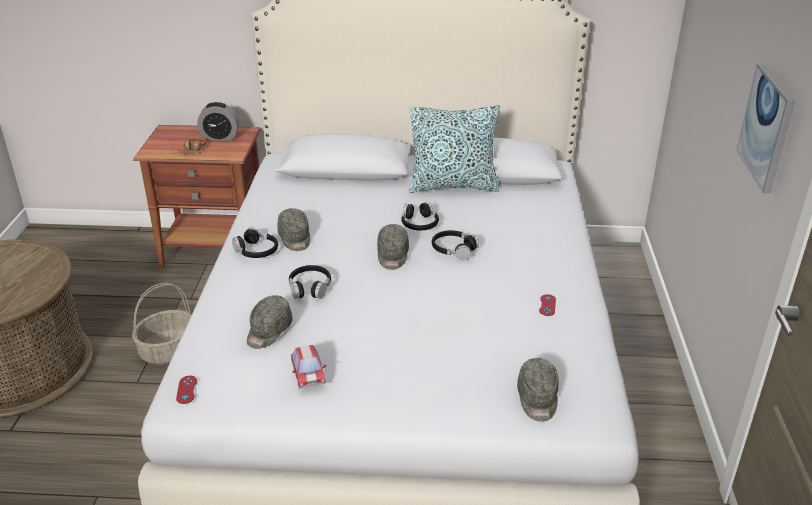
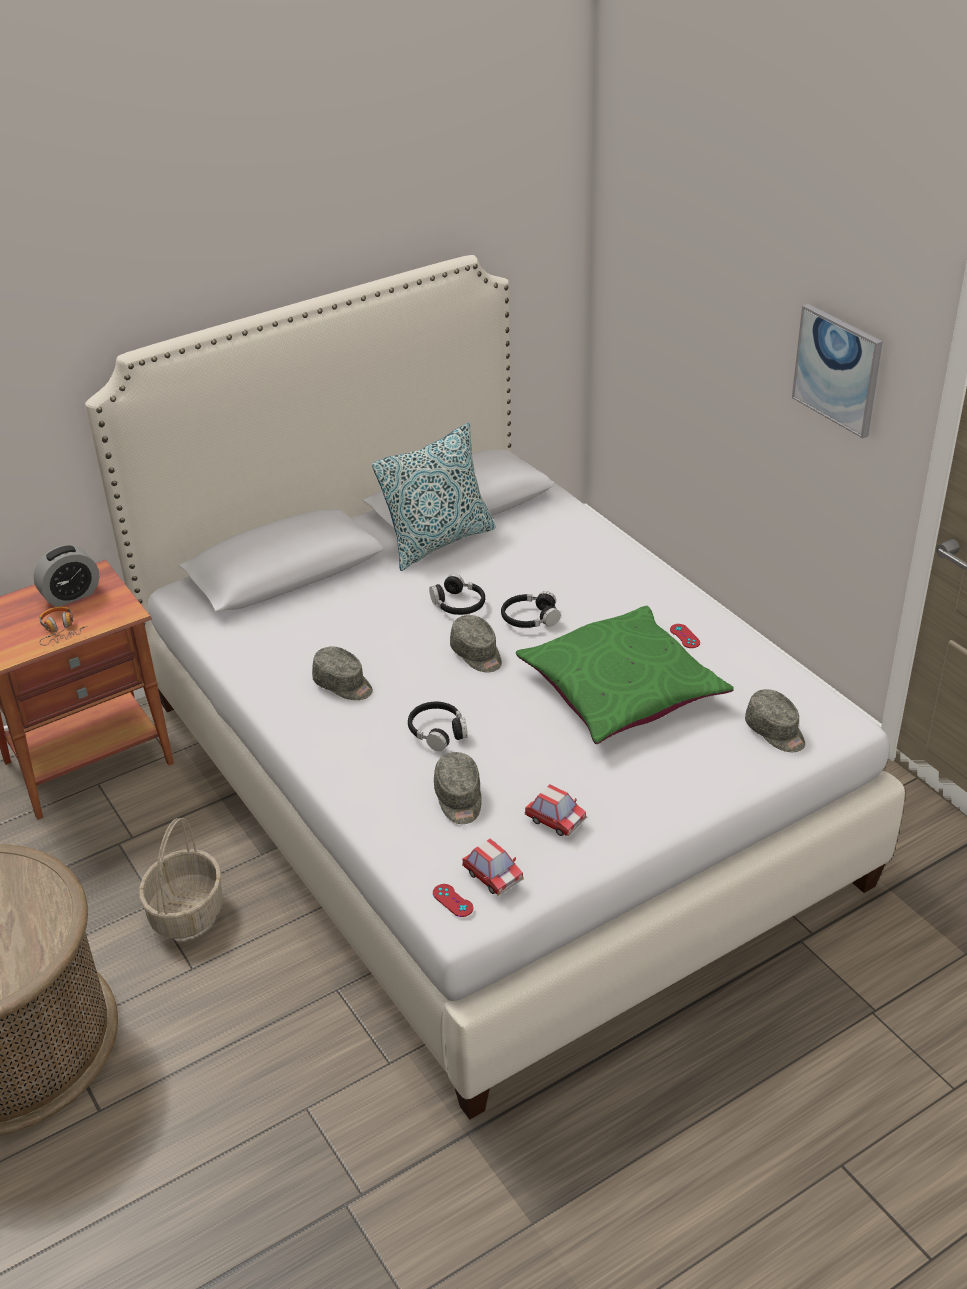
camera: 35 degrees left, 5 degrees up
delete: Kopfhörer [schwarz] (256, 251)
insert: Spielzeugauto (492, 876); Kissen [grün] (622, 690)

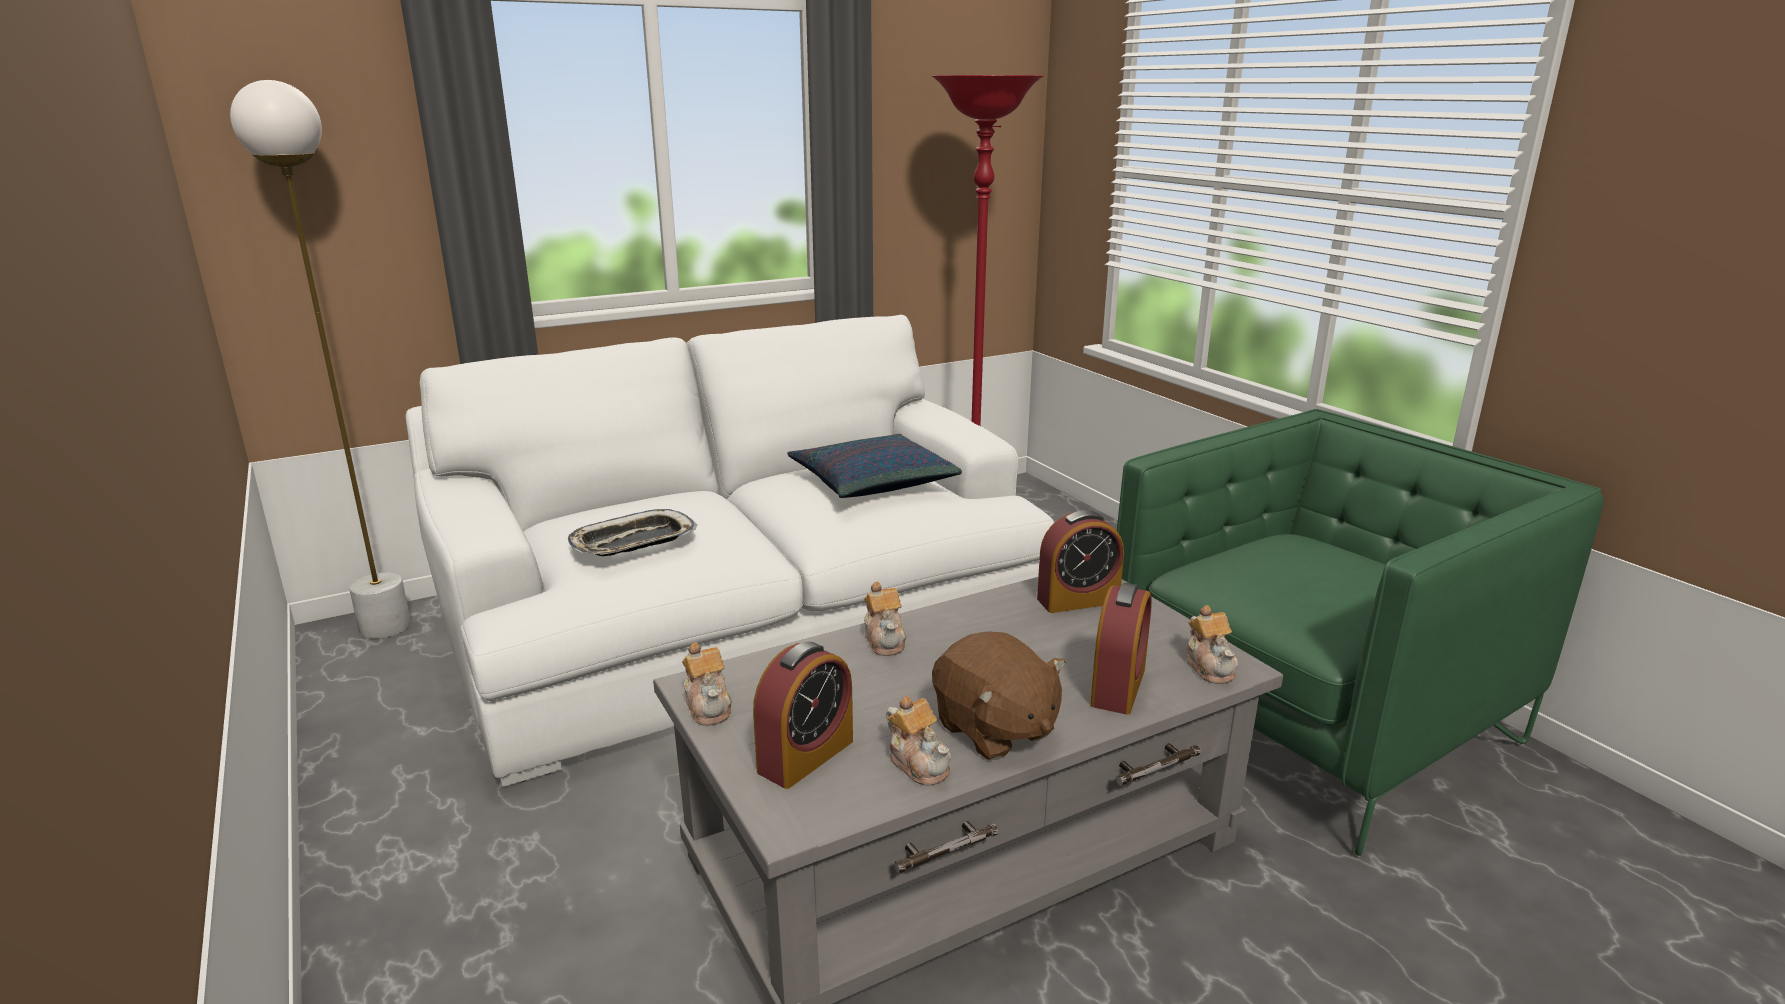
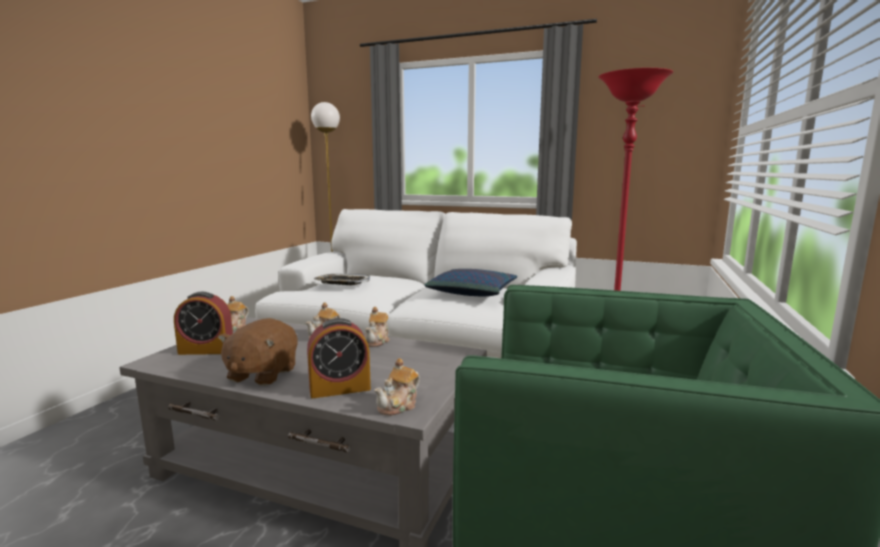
camera: 50 degrees right, 10 degrees down
delete: Wecker (1078, 600)
move: Teekanne (919, 763) to (377, 341)

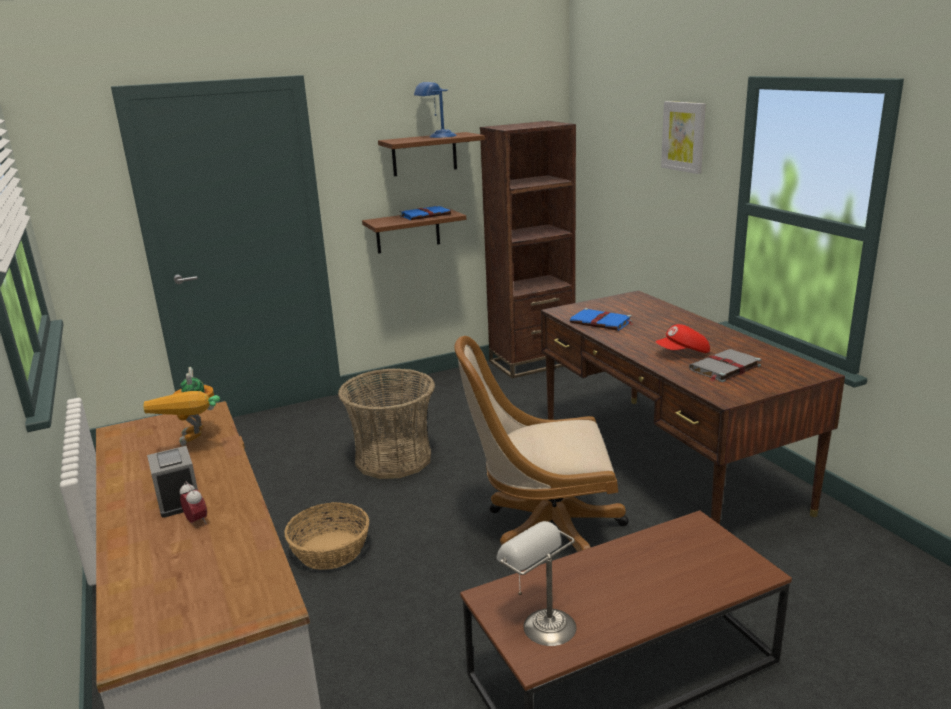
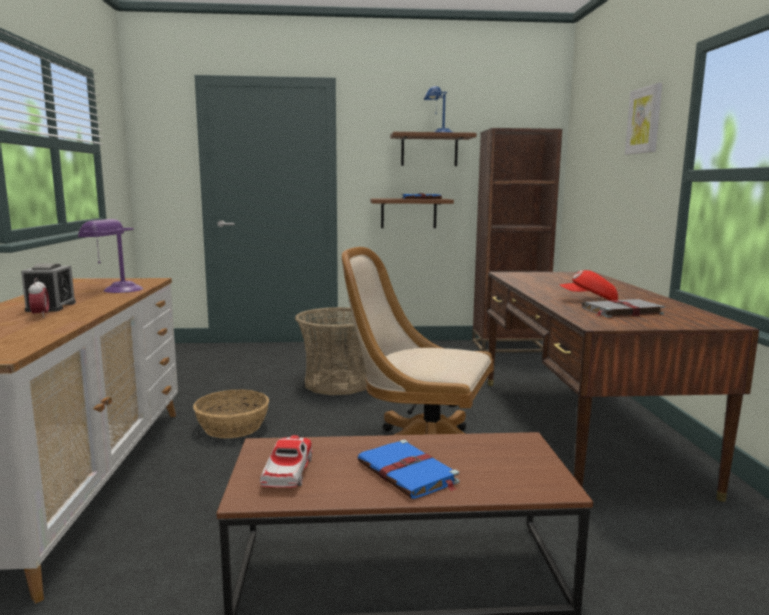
camera: 20 degrees right, 10 degrees down
move: Buch [blau] (601, 322) to (408, 473)
replace: Spielzeugroboter (197, 443) to Tischlampe [lila] (115, 289); Tischlampe [weiß] (540, 621) to Spielzeugauto (287, 472)

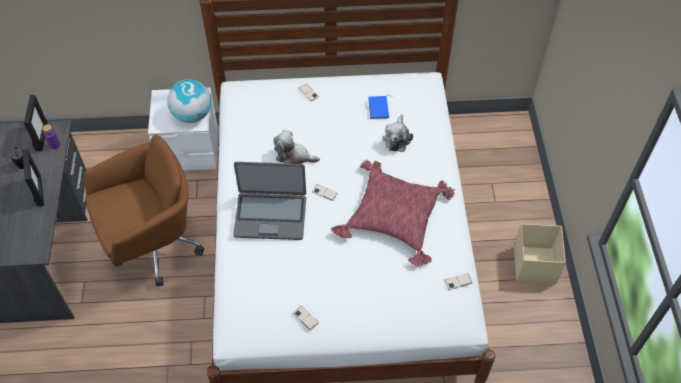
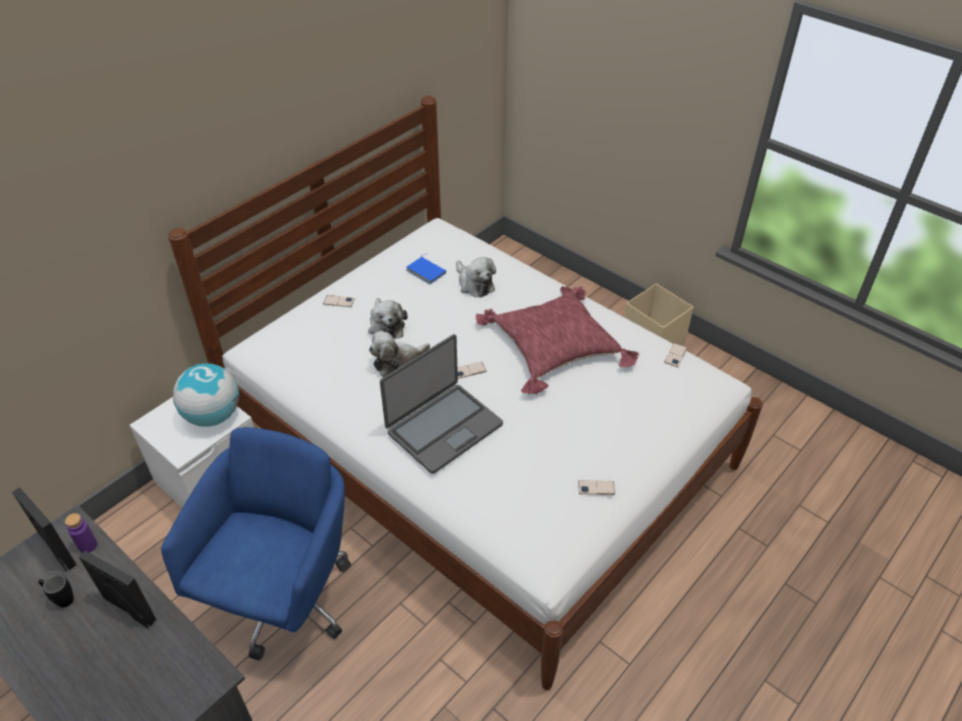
camera: 45 degrees left, 10 degrees down
insert: Plüschtier (386, 326)
recolor: Bürostuhl [braun] (154, 249) to Bürostuhl [blau] (285, 605)

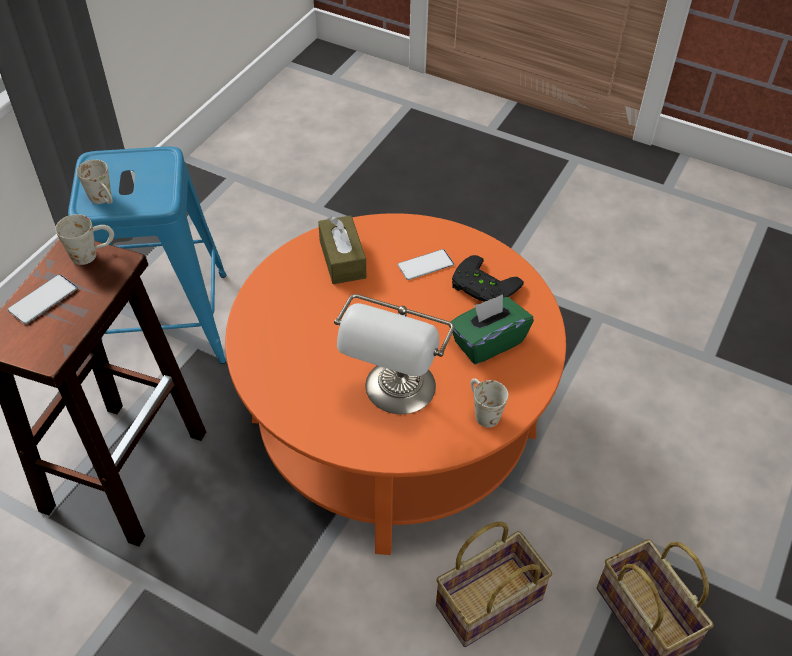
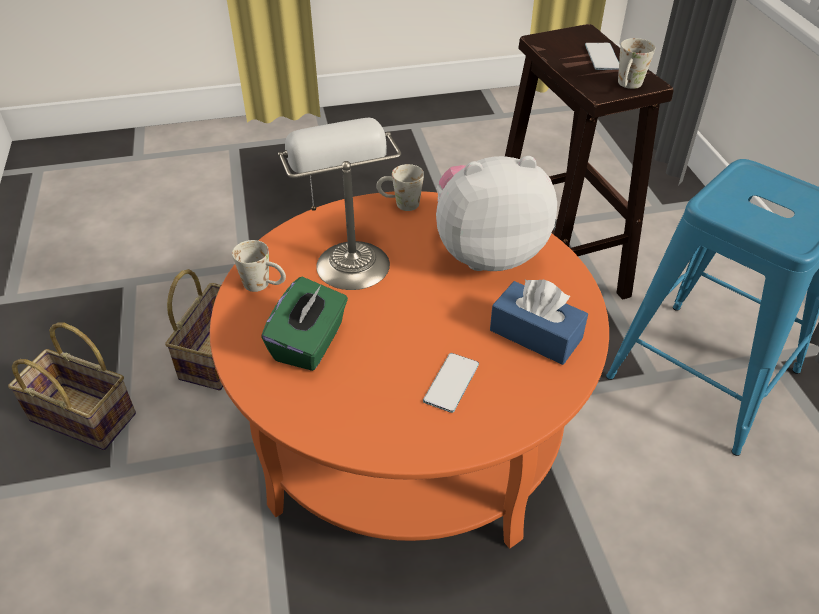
camera: 140 degrees right, 5 degrees down
delete: Gamepad [schwarz] (482, 288)
insert: Plüschtier (487, 252)
move: Henkelbecher [weiß] (104, 200) to (400, 204)
recolor: Taschentuchbox [braun] (342, 259) to Taschentuchbox [blau] (535, 334)

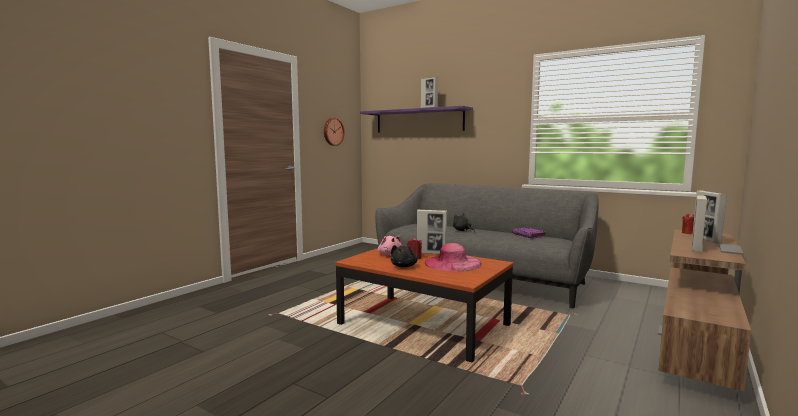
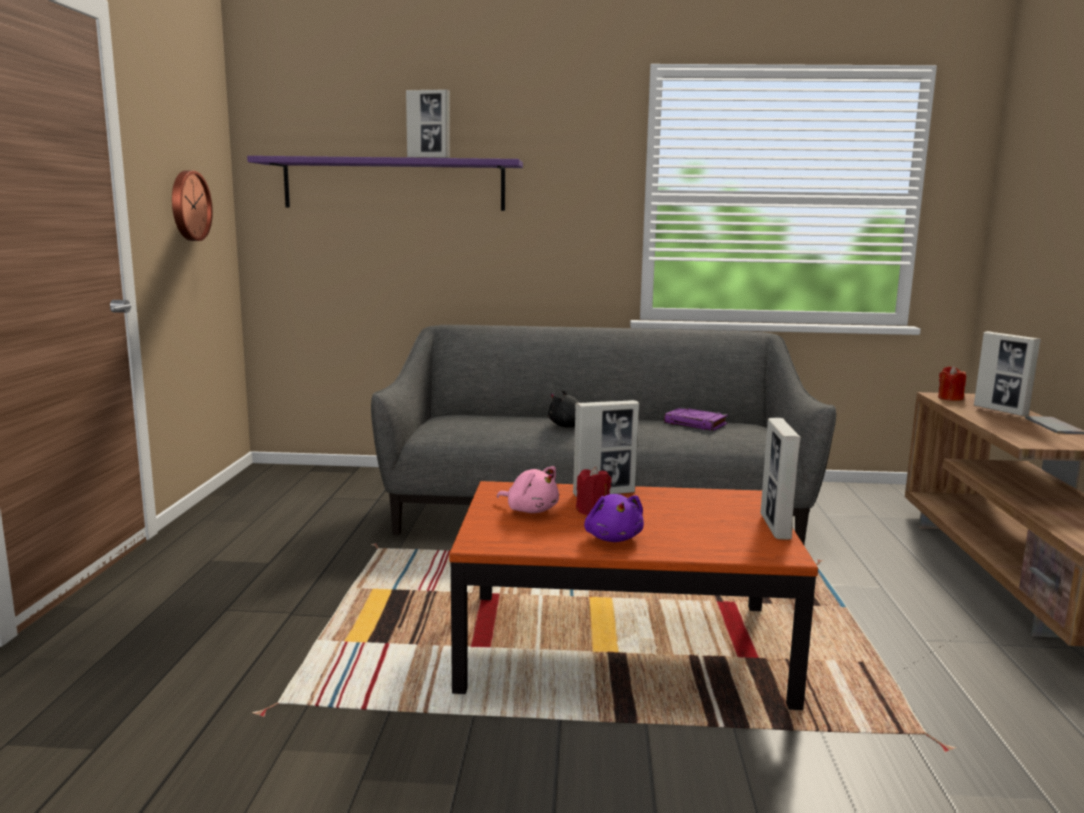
camera: 30 degrees left, 5 degrees up
delete: Hut [rosa] (452, 263)
move: Bilderrahmen (697, 248) to (775, 526)
recolor: Plüschtier [schwarz] (404, 266) to Plüschtier [lila] (613, 538)

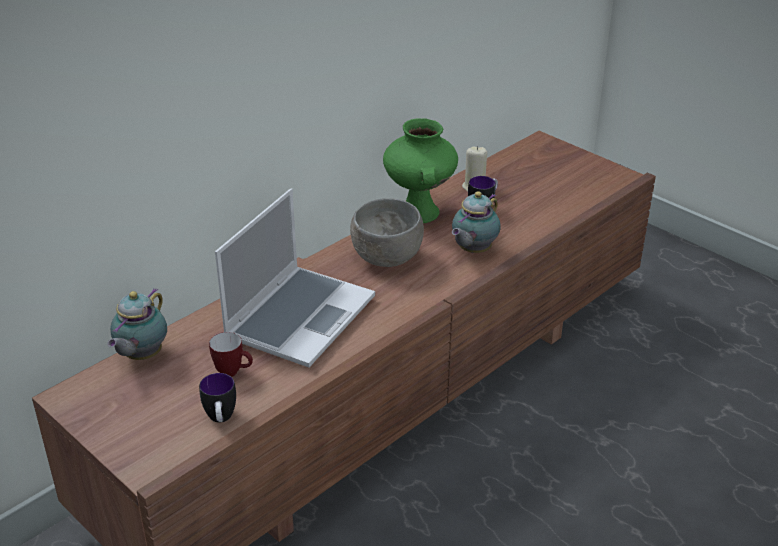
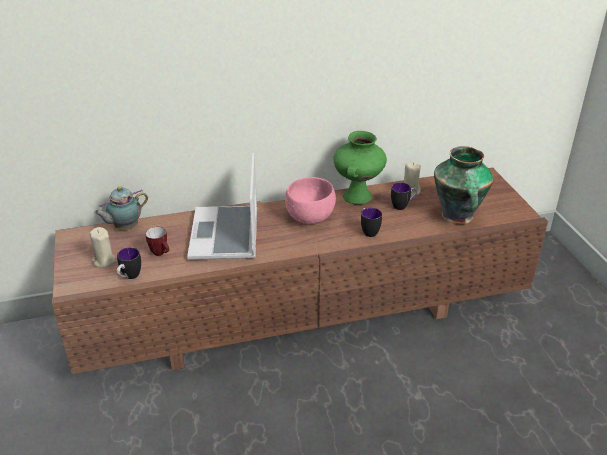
camera: 30 degrees right, 0 degrees up
insert: Kerze [beige] (104, 261); Vase (457, 217)
replace: Teekanne (473, 251) to Henkelbecher (368, 231)
recolor: Schüssel [grau] (386, 258) to Schüssel [rosa] (309, 218)
rotate: Laptop (300, 317) = (226, 235) 120 degrees clockwise

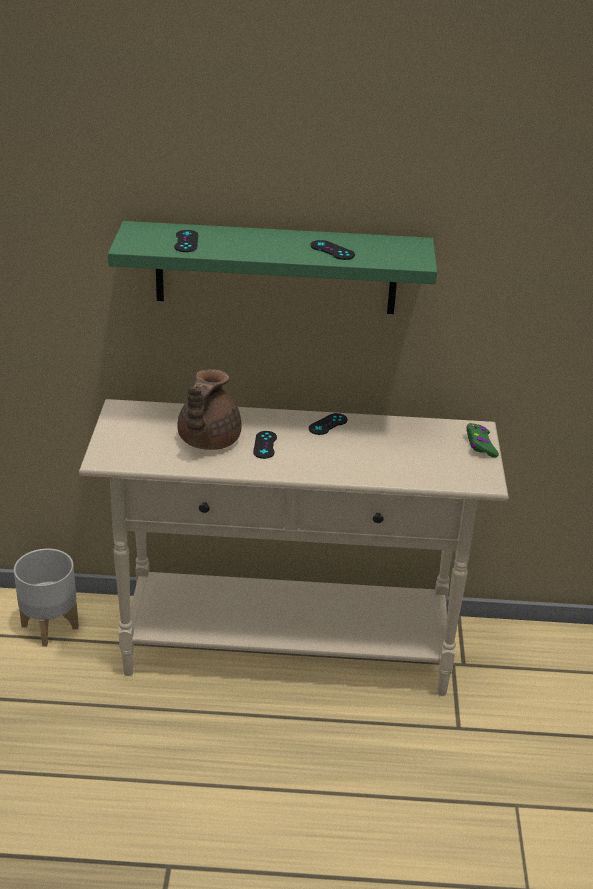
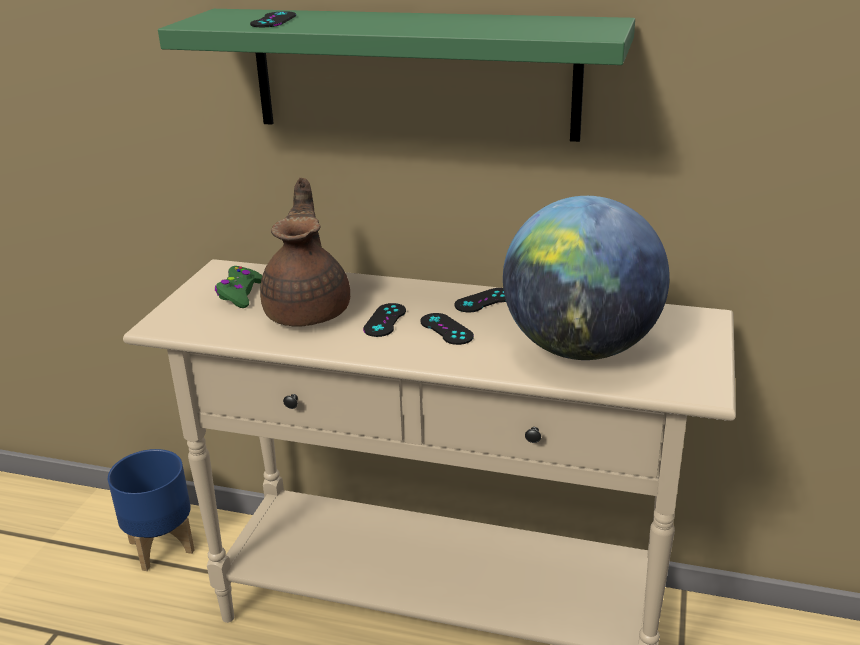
camera: 15 degrees right, 5 degrees down
insert: Globus (580, 349)
move: Gamepad [schwarz] (332, 250) to (446, 329); Gamepad [grün] (480, 445) to (240, 294)
recolor: Pflanzkübel [grau] (51, 626) to Pflanzkübel [blau] (163, 546)
rotate: Teekanne [braun] (207, 441) = (309, 311) 150 degrees clockwise

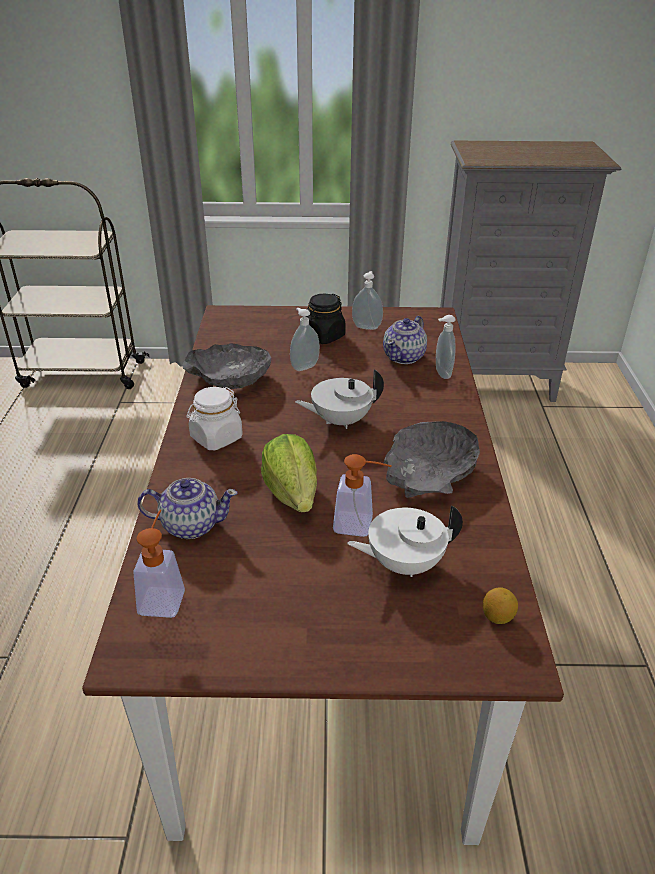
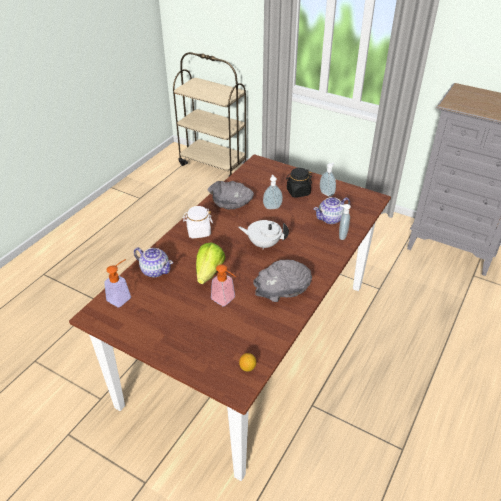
camera: 30 degrees right, 5 degrees up
delete: Teekanne [weiß] (403, 563)

